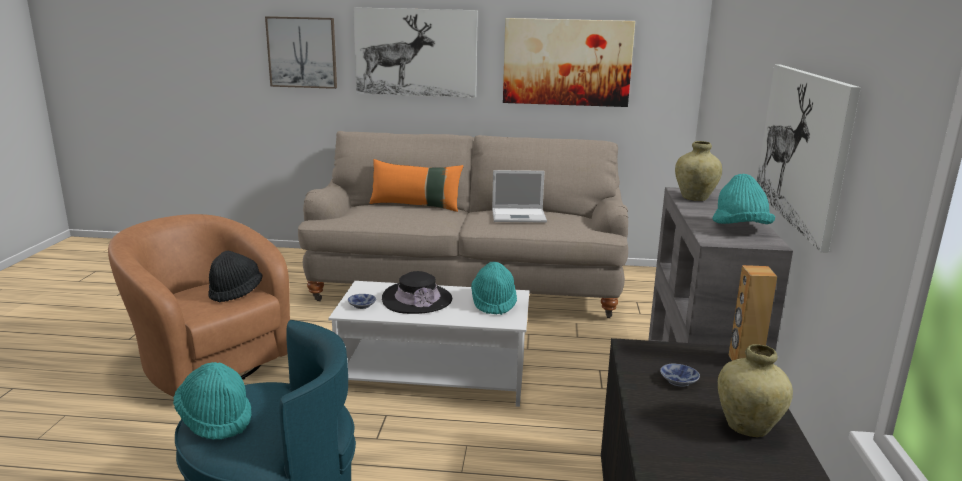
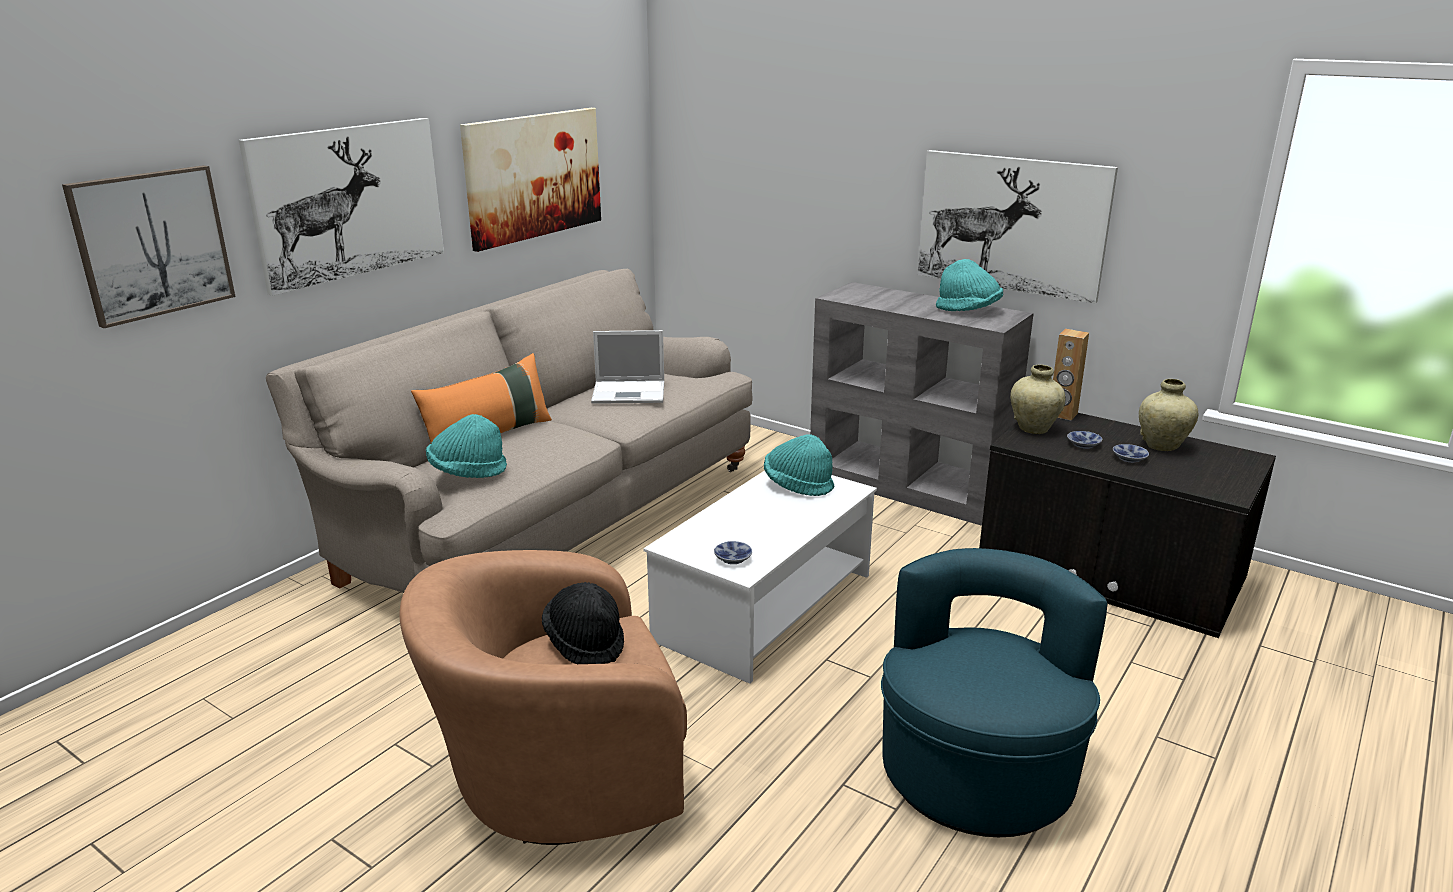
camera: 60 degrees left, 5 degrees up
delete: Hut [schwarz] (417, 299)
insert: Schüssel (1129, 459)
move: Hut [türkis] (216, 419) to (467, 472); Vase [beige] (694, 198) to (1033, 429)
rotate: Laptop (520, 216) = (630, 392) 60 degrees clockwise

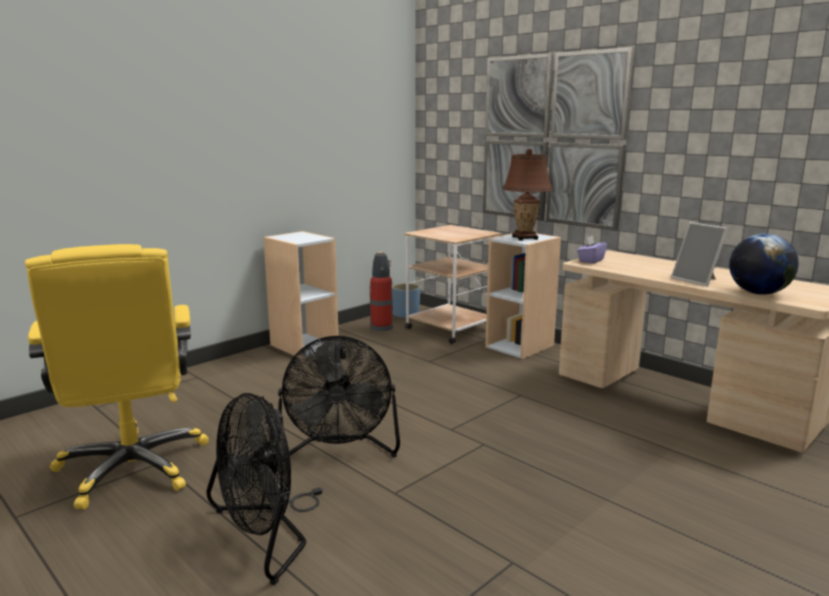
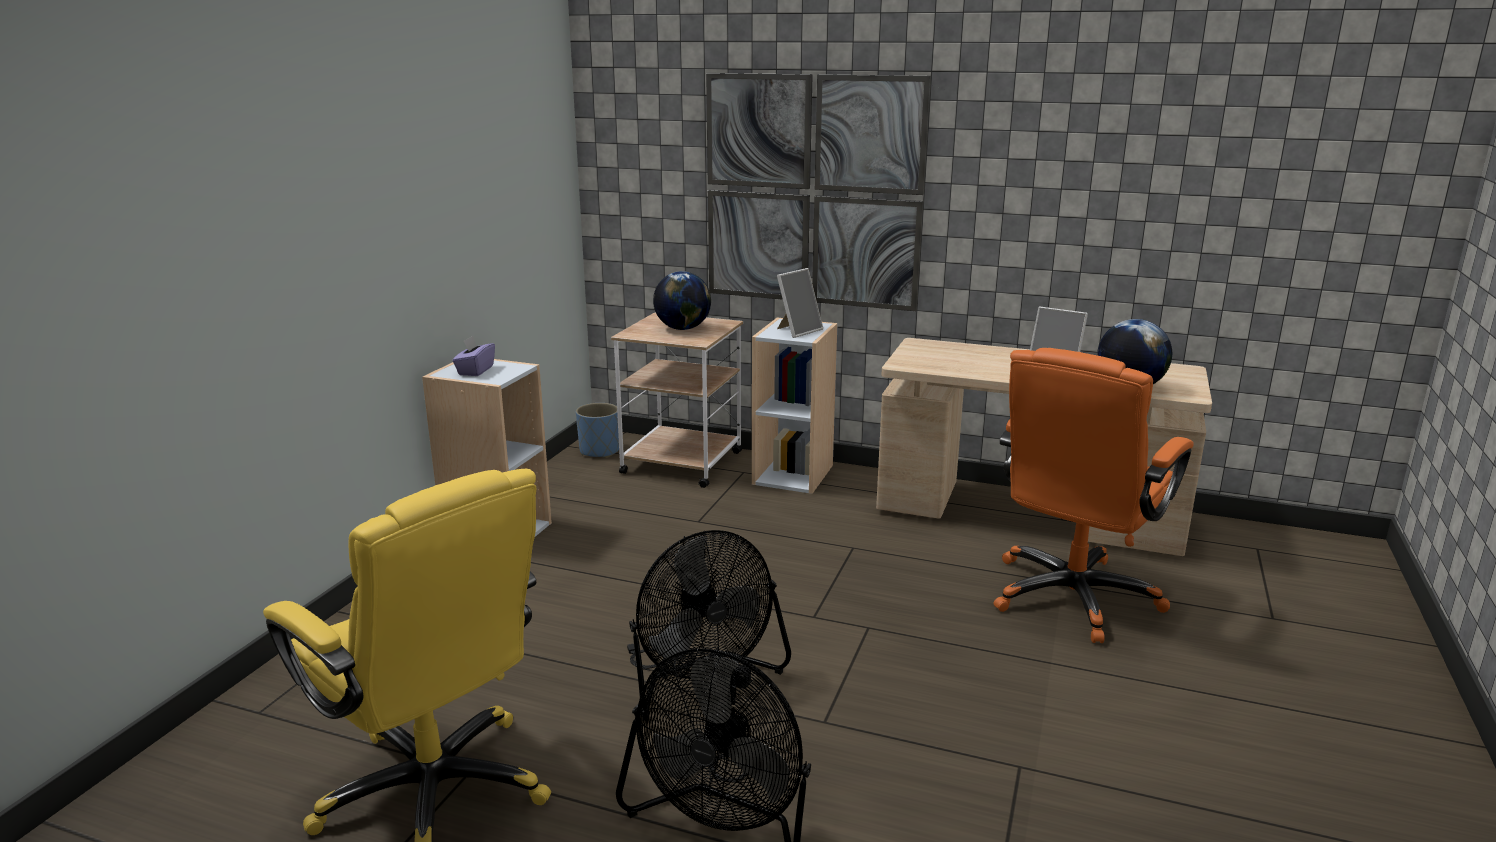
camera: 25 degrees left, 5 degrees up
delete: Feuerlöscher (381, 327)
insert: Globus (683, 329); Bürostuhl [orange] (1073, 596)
move: Taschentuchbox [lila] (591, 260) to (475, 370)
replace: Tischlampe [braun] (525, 238) to Bilderrahmen (797, 331)

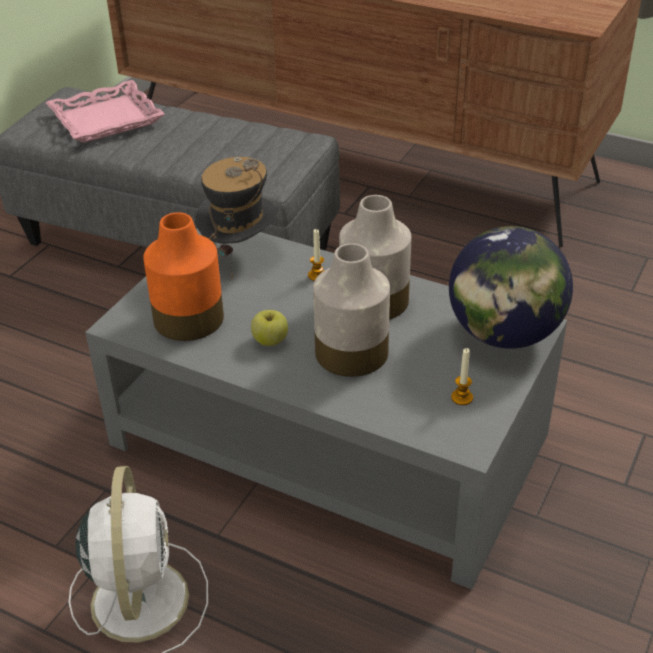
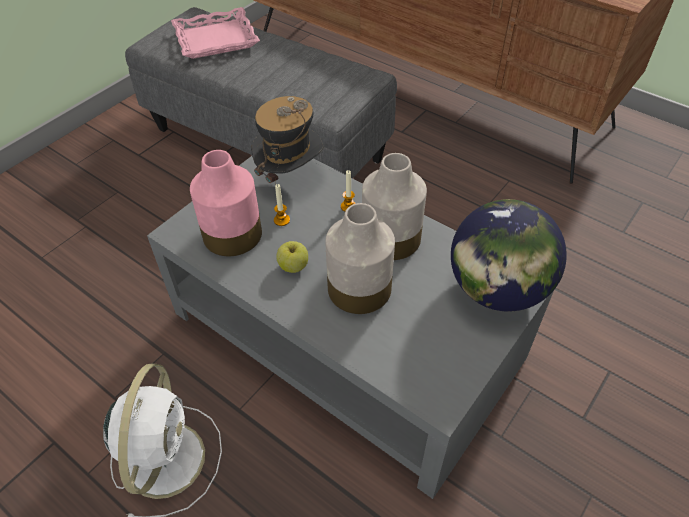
camera: 10 degrees right, 10 degrees up
move: Kerze (462, 397) to (281, 220)
recolor: Vase [orange] (187, 318) to Vase [rosa] (231, 233)

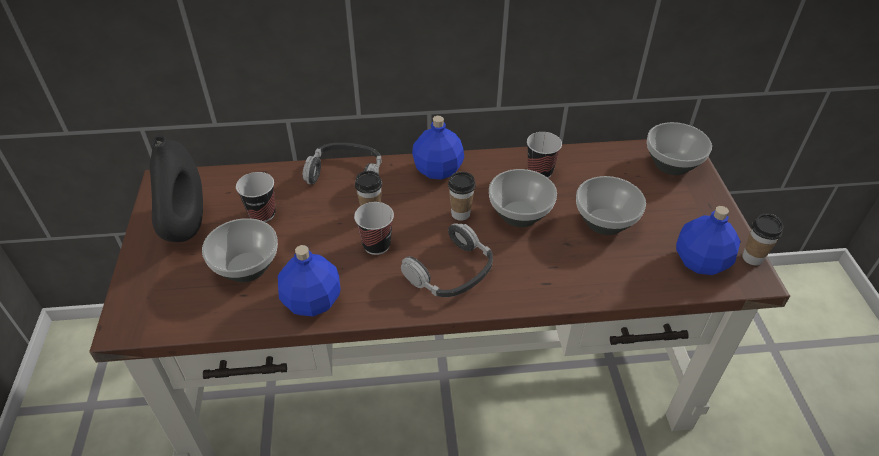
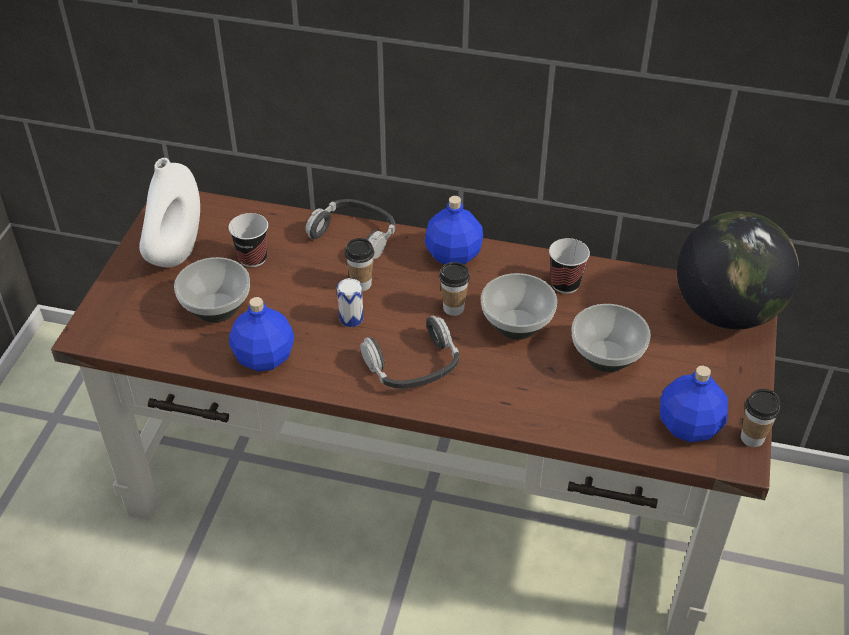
camera: 20 degrees right, 0 degrees up
replace: Tasse (376, 245) to Dose (351, 318); Schüssel (672, 164) to Globus (726, 312)
recolor: Vase [schwarz] (186, 226) to Vase [weiß] (176, 252)

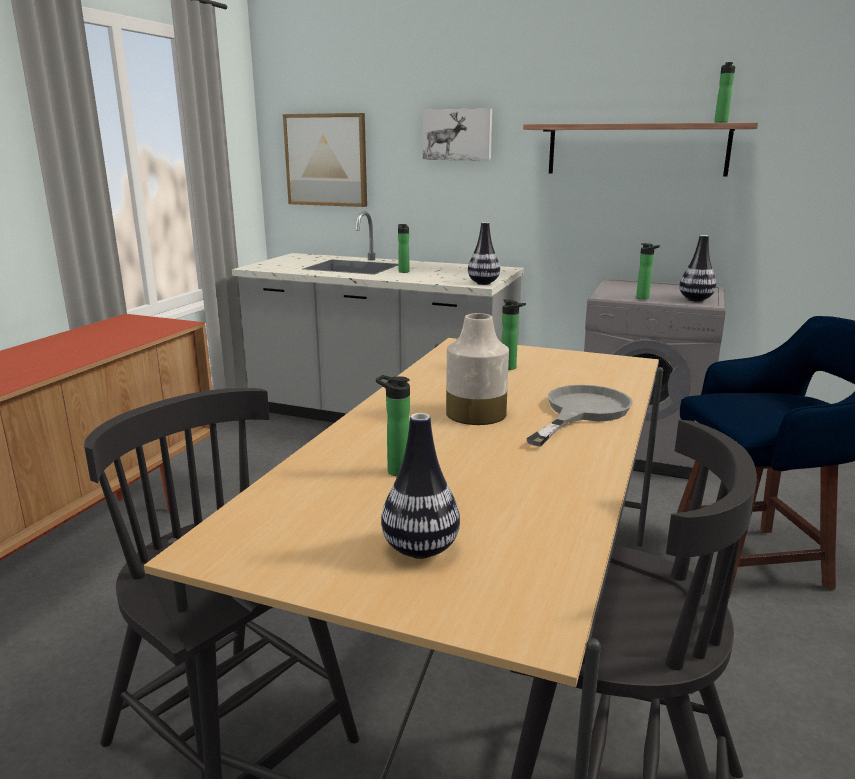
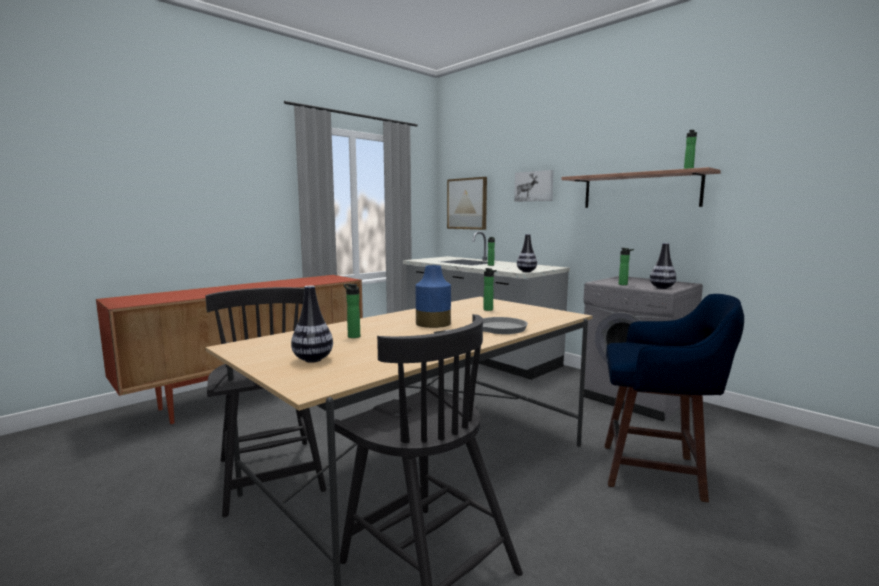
camera: 25 degrees right, 10 degrees down
recolor: Vase [beige] (477, 413) to Vase [blau] (433, 323)

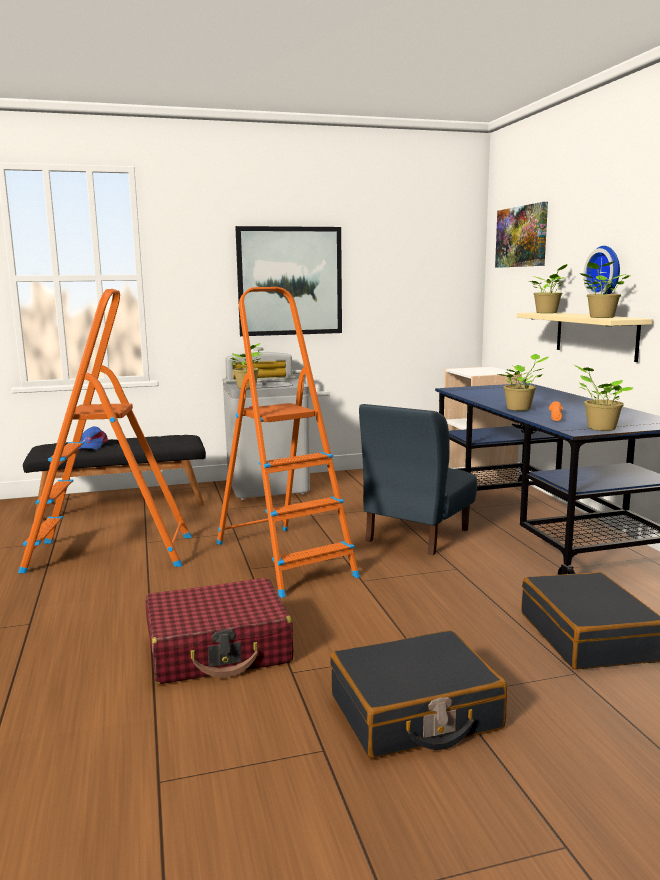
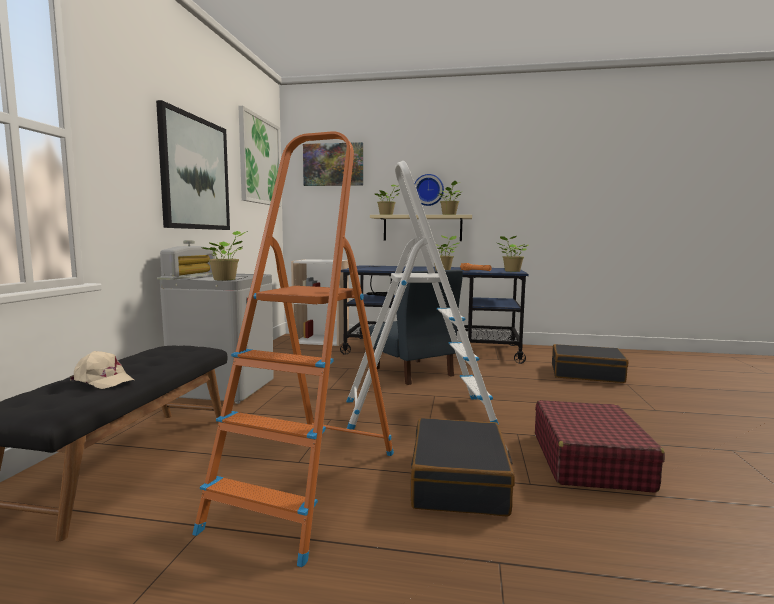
camera: 65 degrees left, 5 degrees down
insert: Bild (260, 161)
move: Koffer [schwarz] (415, 713) to (459, 481)
recolor: Kappe [blau] (92, 445) to Kappe [beige] (103, 380); Trittleiter [orange] (284, 559) to Trittleiter [weiß] (419, 412)

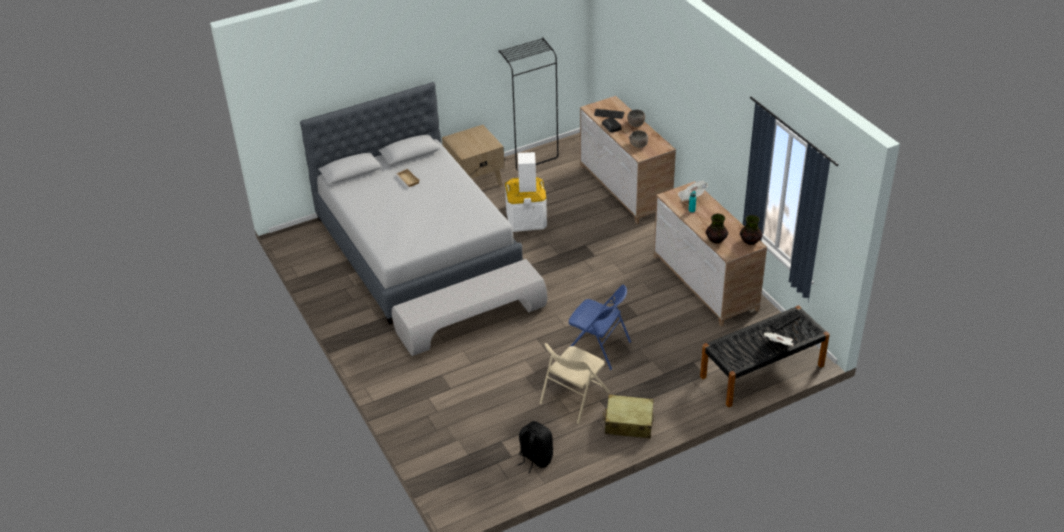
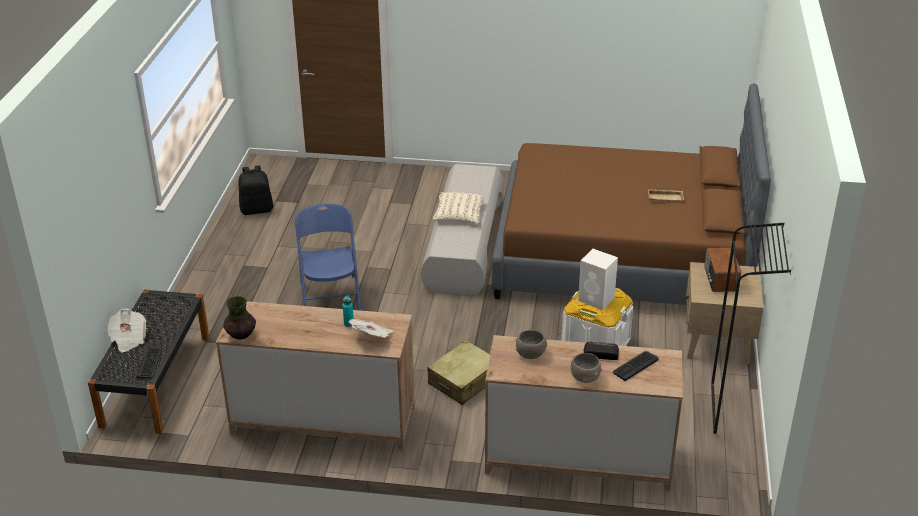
camera: 125 degrees right, 5 degrees down
delete: Stuhl [beige] (574, 398); Vase (716, 240)
insert: Kissen [beige] (459, 214); Radio (720, 279)
move: Koffer [beige] (628, 423) to (464, 381)
recolor: Bett [grau] (416, 247) to Bett [braun] (622, 256)
rotate: Stuhl [blau] (597, 347) = (330, 297) 105 degrees clockwise

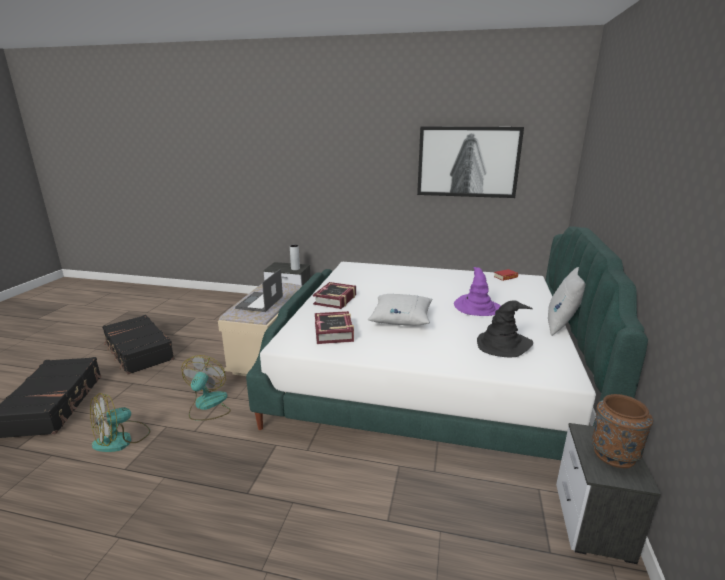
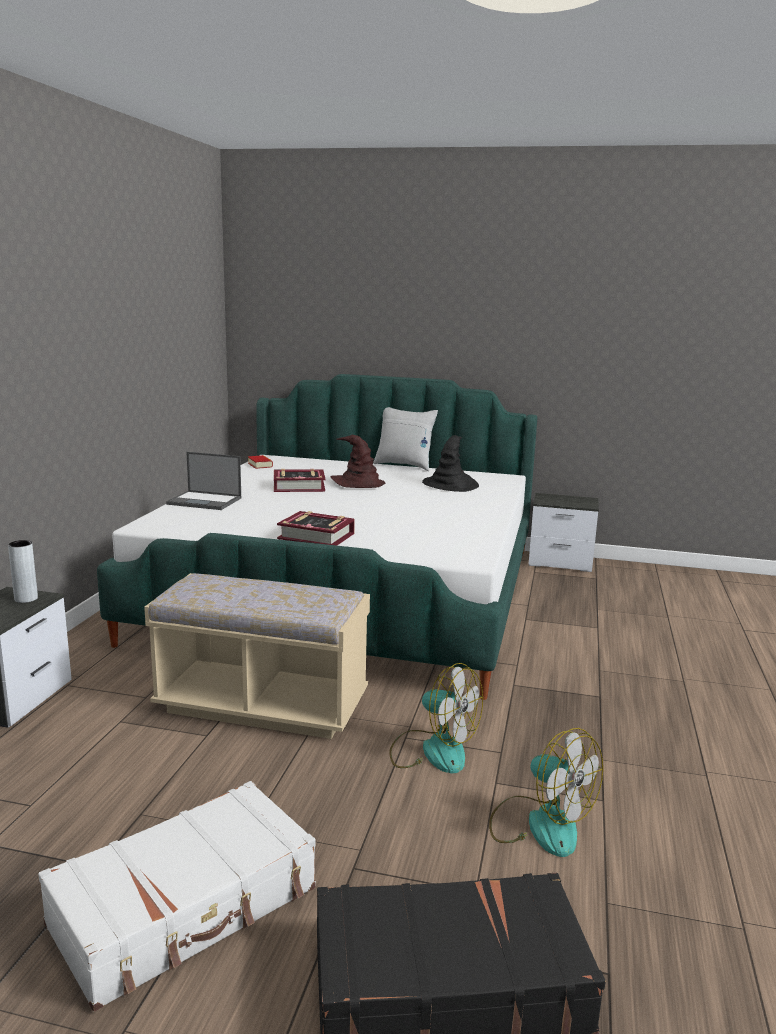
camera: 90 degrees left, 5 degrees down
delete: Kissen [grau] (401, 319); Bild (468, 162); Vase [braun] (613, 454)
move: Laptop (259, 302) to (205, 501); Buch (334, 332) to (299, 486)
recolor: Koffer [schwarz] (138, 352) to Koffer [weiß] (186, 907); Hut [lila] (477, 307) to Hut [braun] (358, 483)
rotate: Ventilator (208, 405) = (433, 750) 150 degrees counterclockwise

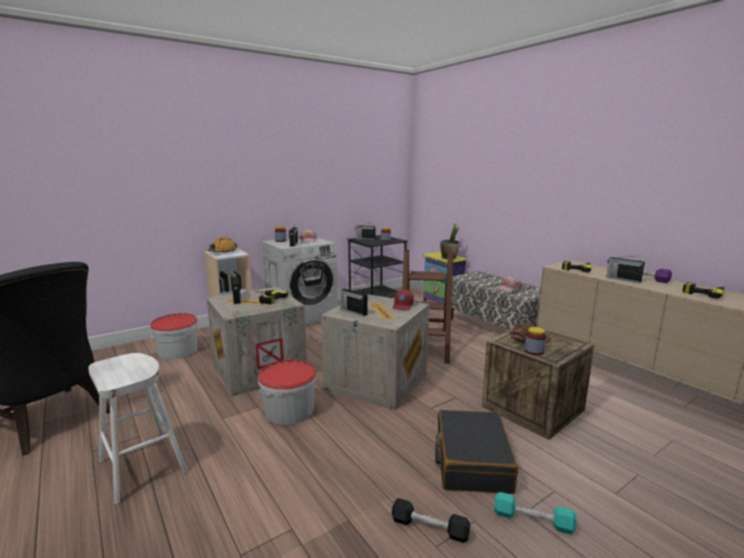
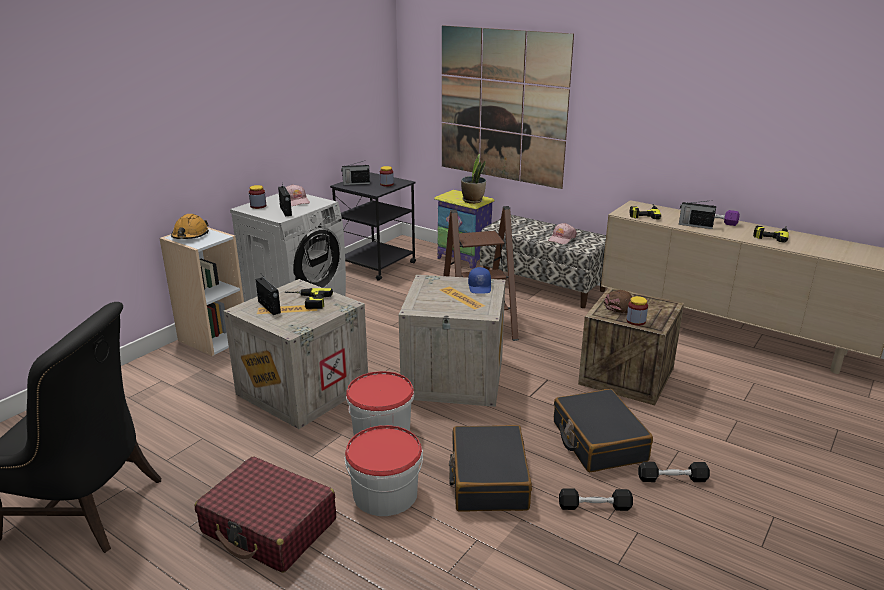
camera: 20 degrees left, 10 degrees up
delete: Radio (353, 311)
insert: Bild (502, 106); Koffer [schwarz] (488, 480)
move: Eimer (177, 351) to (385, 493)
replace: Hocker [weiß] (142, 466) to Koffer [rot] (269, 527)
recolor: Kappe [rot] (403, 306) to Kappe [blau] (480, 287); Hantel [türkis] (533, 520) to Hantel [schwarz] (672, 479)

